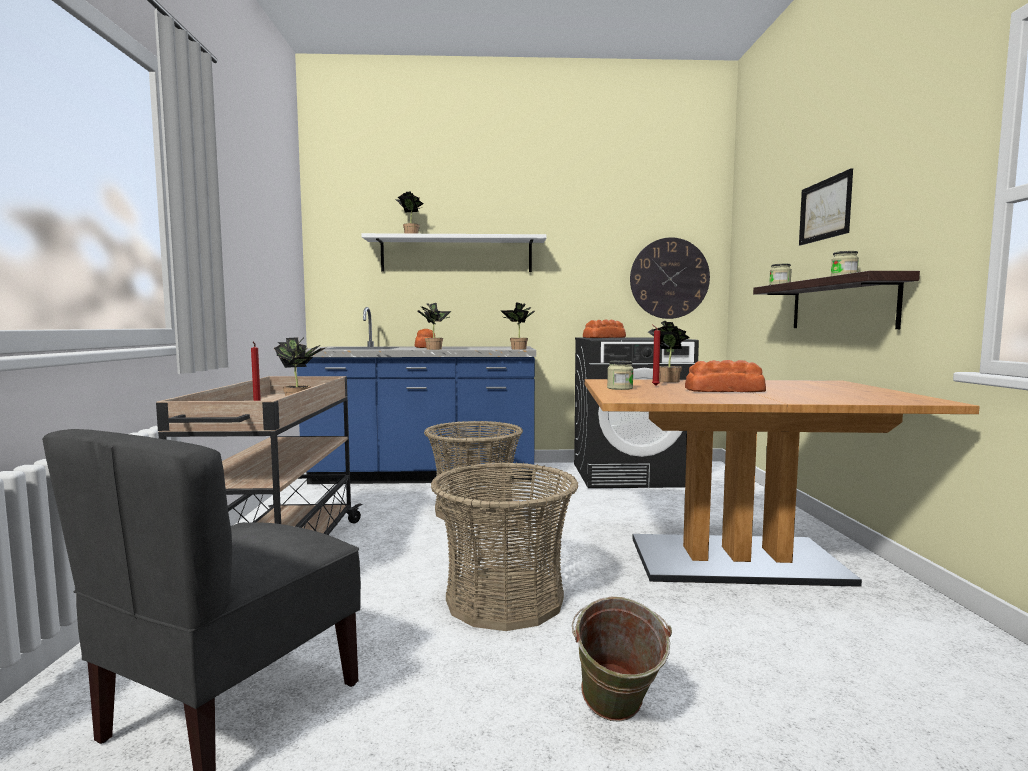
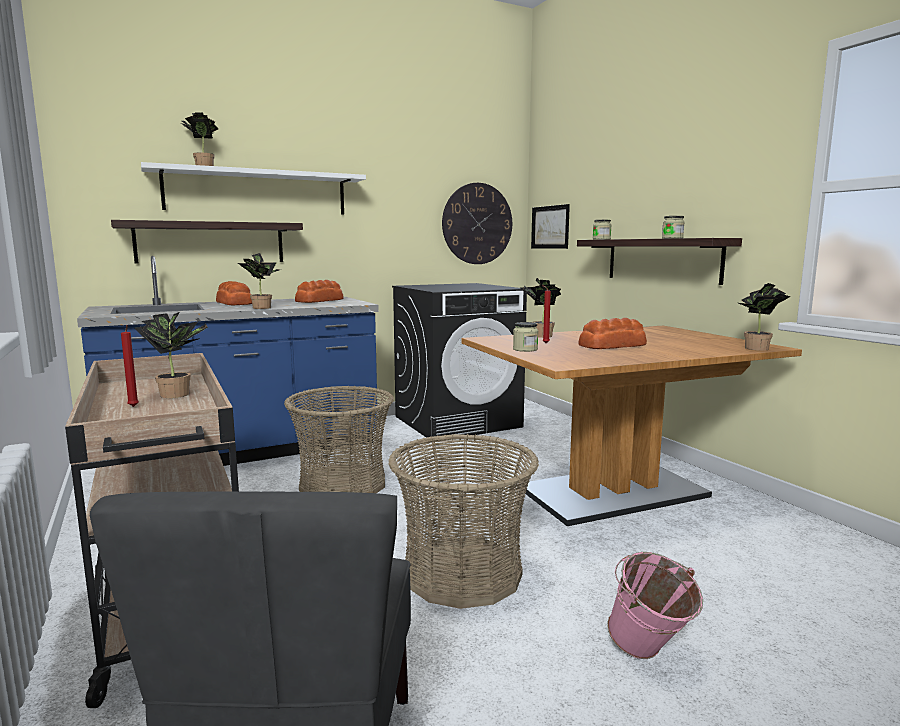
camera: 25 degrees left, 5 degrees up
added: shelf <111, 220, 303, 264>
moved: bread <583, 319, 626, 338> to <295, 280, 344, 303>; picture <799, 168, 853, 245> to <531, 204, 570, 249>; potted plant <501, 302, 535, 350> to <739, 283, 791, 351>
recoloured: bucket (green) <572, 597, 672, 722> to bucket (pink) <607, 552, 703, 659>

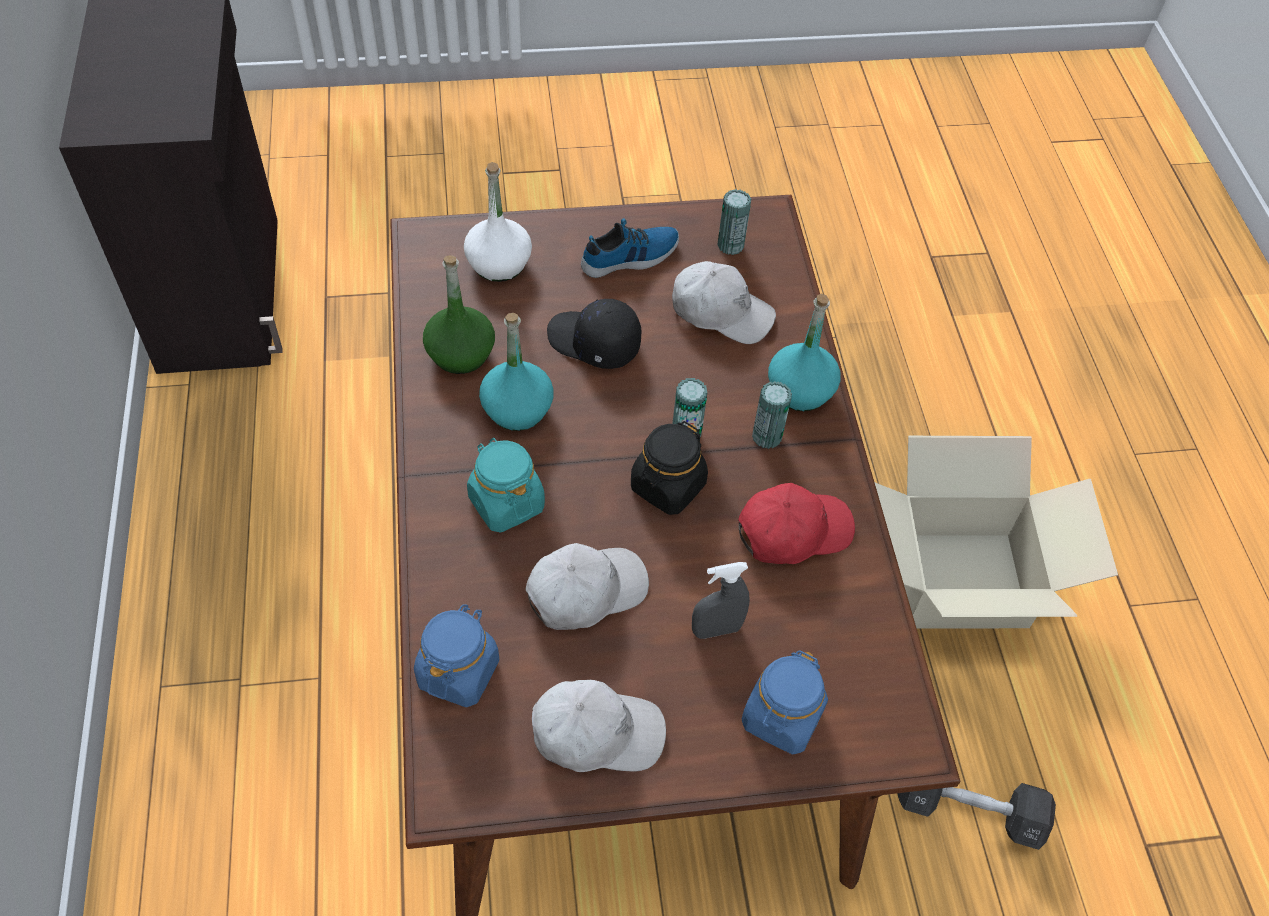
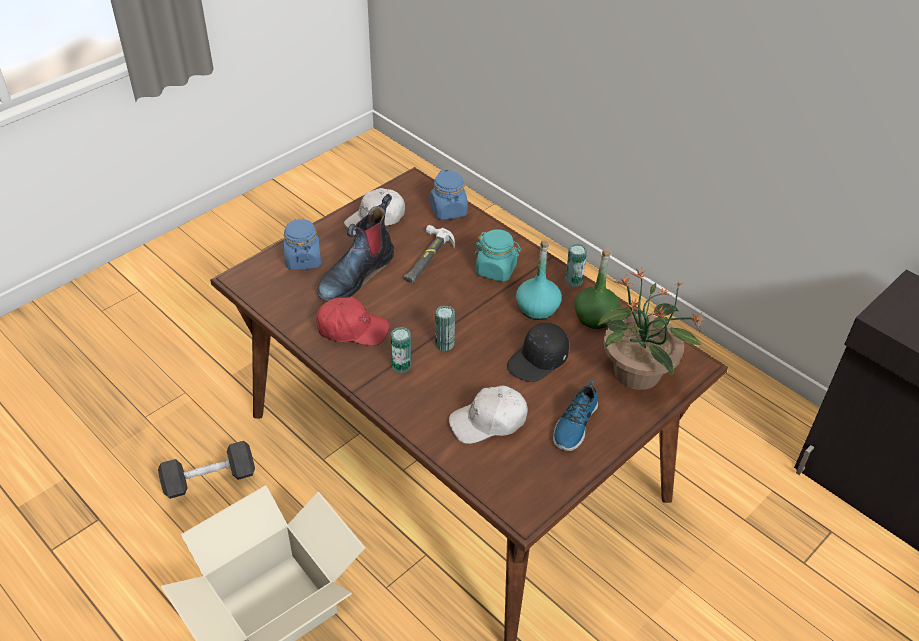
camera: 145 degrees right, 10 degrees down
removed: jar (black) <631, 421, 708, 515>; bottle (turquoise) <768, 294, 841, 411>
moved: can <717, 189, 751, 255> to <565, 243, 587, 287>
replaced: spray bottle (grey) <692, 562, 750, 639> to boot <317, 194, 394, 301>; cap (white) <525, 543, 649, 630> to hammer <404, 225, 455, 283>; bottle (white) <464, 162, 532, 282> to potted plant <598, 268, 707, 390>
turned: cap (red) <738, 483, 855, 564> = <317, 297, 389, 346> 120 degrees counterclockwise; cap (black) <547, 299, 641, 369> = <507, 323, 569, 382> 150 degrees clockwise

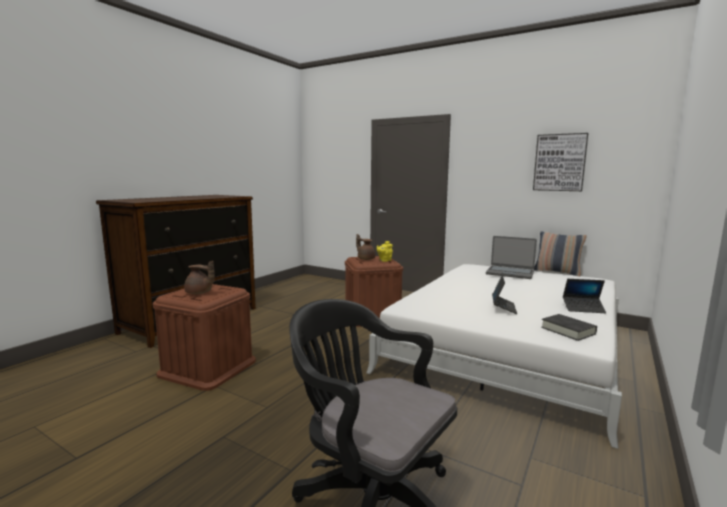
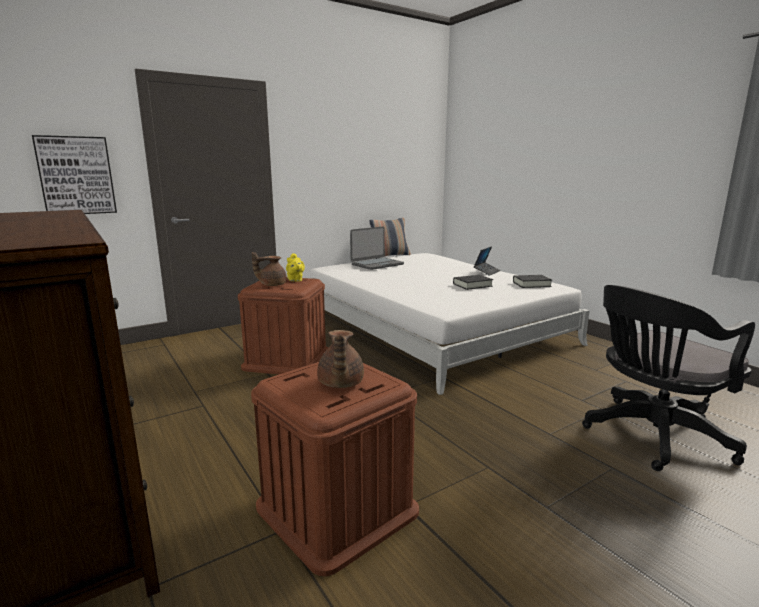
camera: 65 degrees left, 5 degrees up
moved: picture <533, 133, 588, 191> to <32, 135, 117, 214>
replaced: laptop <492, 275, 517, 314> to book (black) <453, 275, 493, 290>
turned: teapot (brown) <184, 261, 215, 294> = <317, 330, 364, 388> 135 degrees clockwise

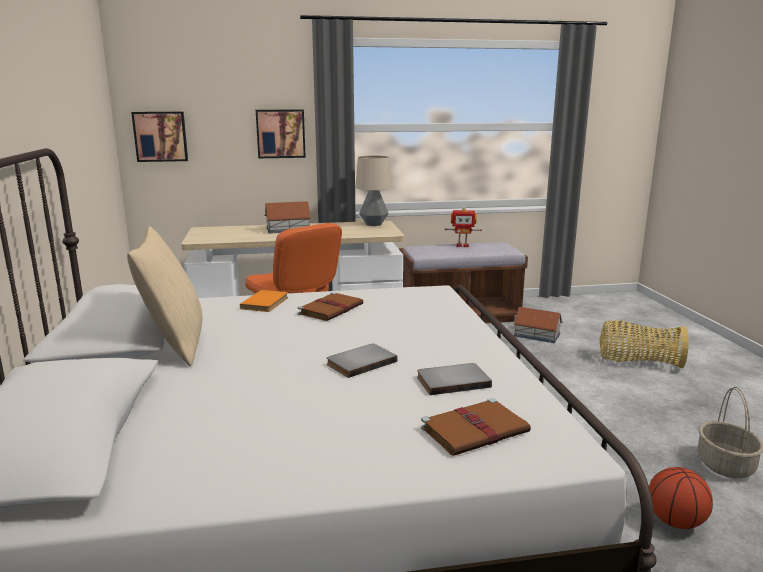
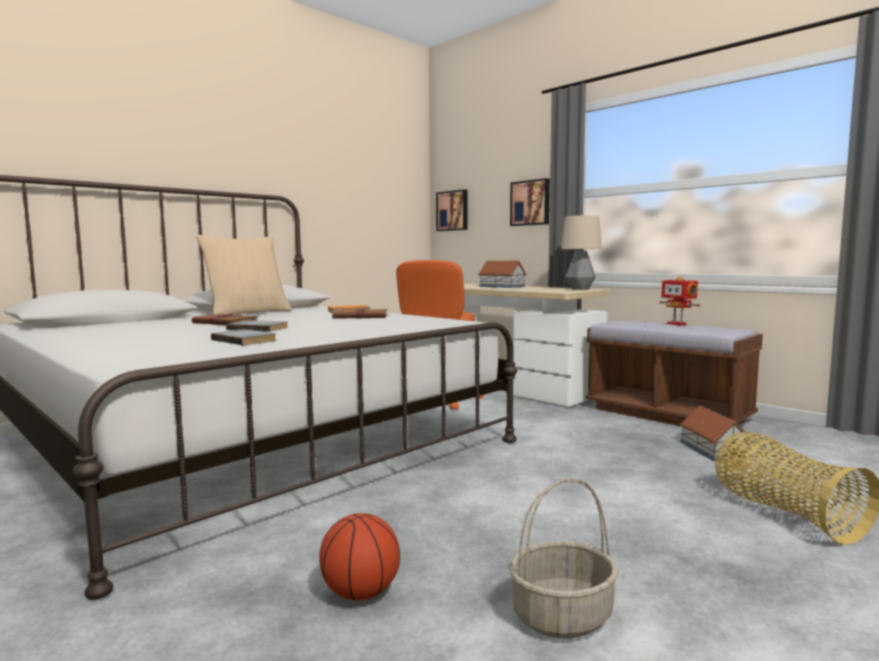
camera: 55 degrees right, 10 degrees down
moved: book (brown) <421, 398, 531, 456> to <192, 313, 260, 325>

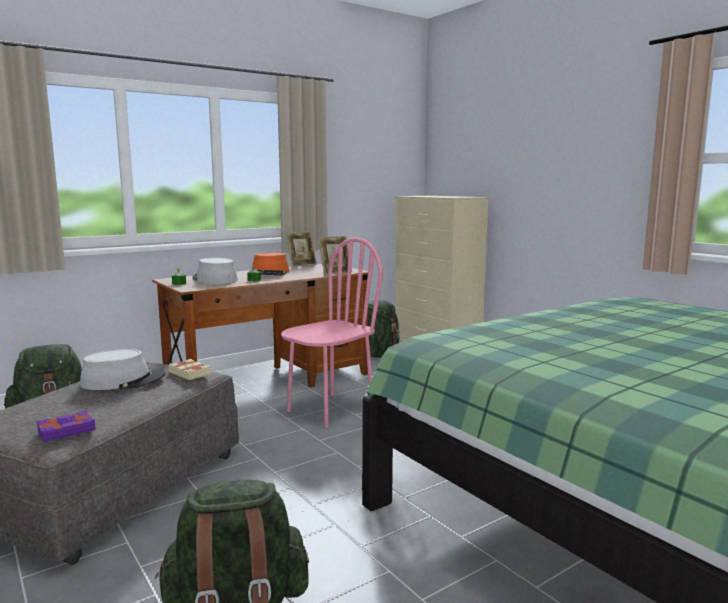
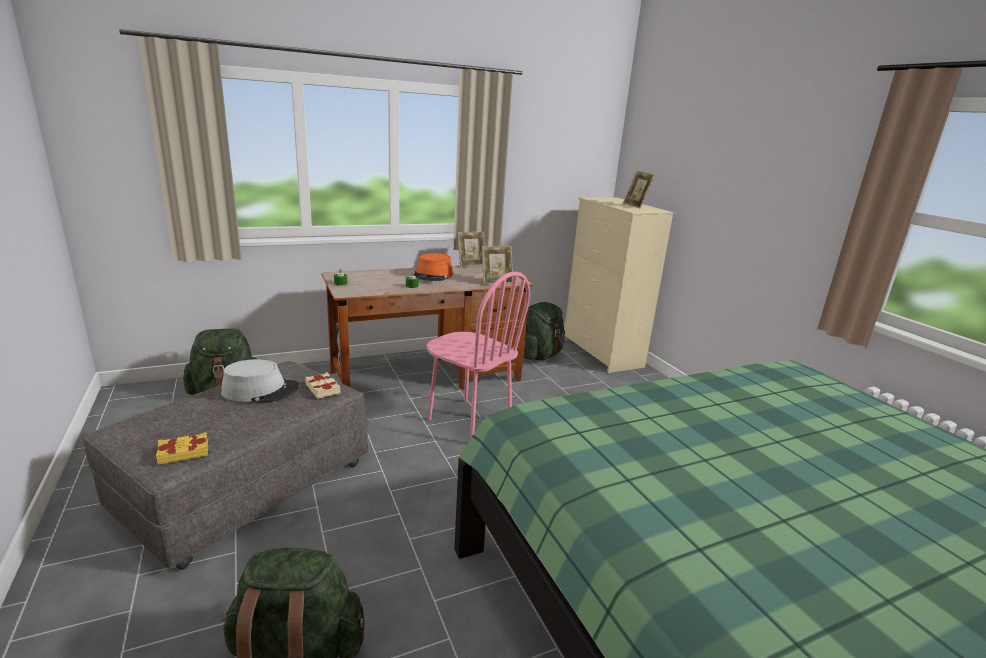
camera: 10 degrees right, 10 degrees up
removed: hat (grey) <192, 257, 238, 284>
added: picture frame <623, 171, 655, 209>
recoloured: book (purple) <36, 410, 96, 442> to book (yellow) <156, 432, 208, 465>
turned: chair (pink) <281, 237, 383, 428> = <427, 272, 530, 439> 75 degrees clockwise

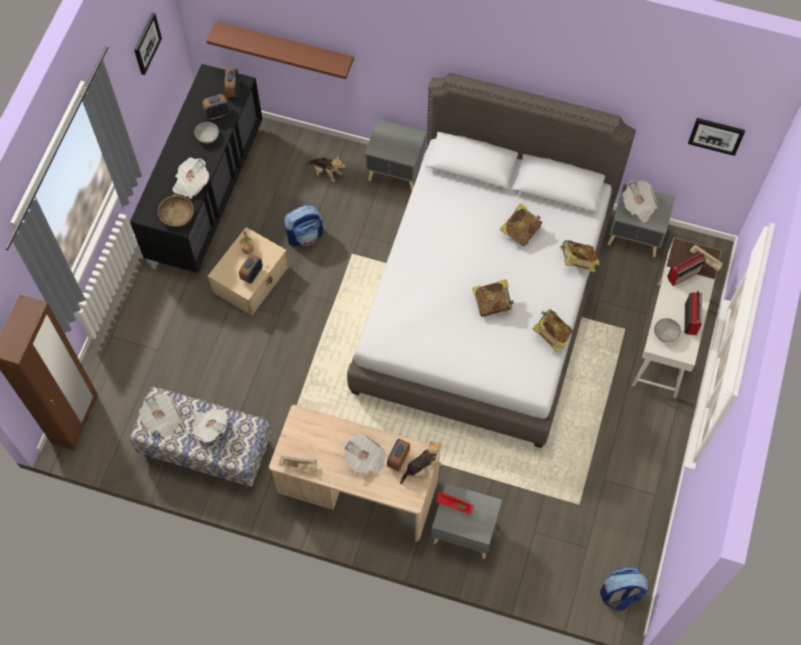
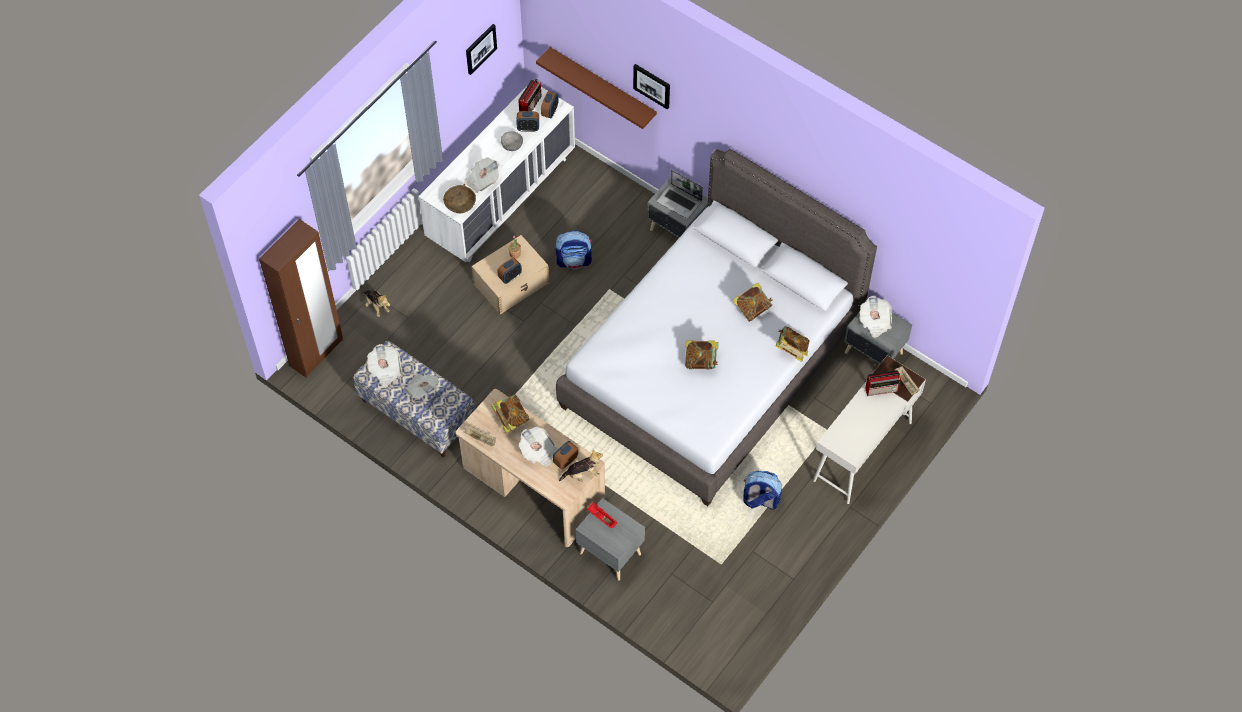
camera: 20 degrees right, 5 degrees down
removed: bowl (grey) <654, 318, 681, 342>
added: laptop <657, 170, 703, 219>
moved: plush toy <306, 156, 345, 182> to <363, 290, 390, 317>; book <533, 309, 573, 352> to <491, 394, 530, 434>; radio <684, 291, 702, 335> to <518, 79, 542, 112>; picture <688, 118, 745, 156> to <633, 64, 670, 109>; backpack <600, 568, 648, 611> to <743, 471, 782, 510>
recoloured: dresser (black) <130, 64, 262, 273> to dresser (white) <418, 85, 575, 262>

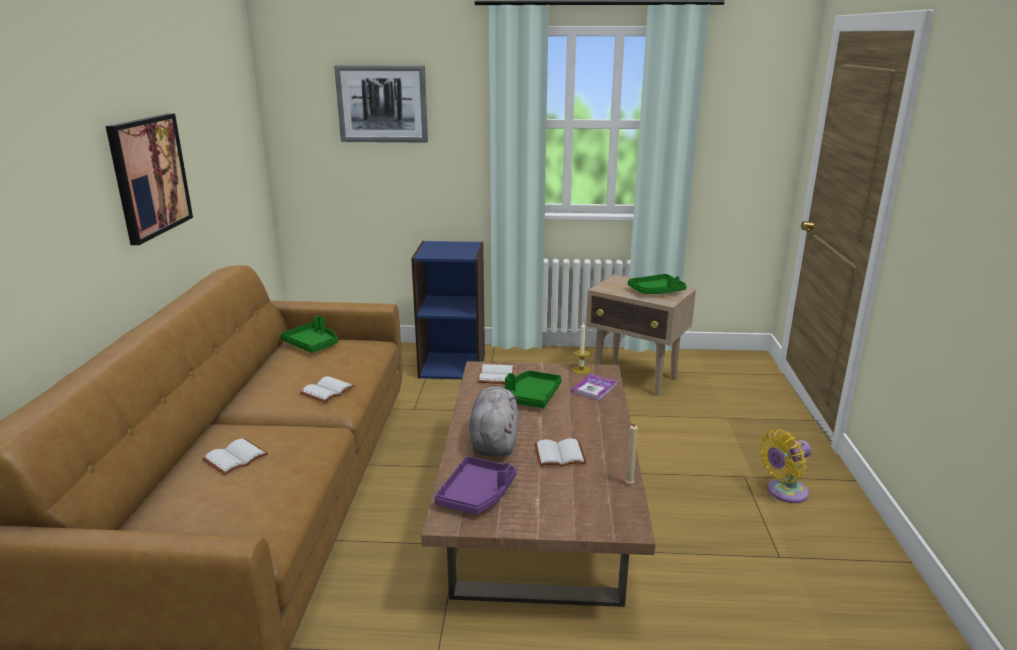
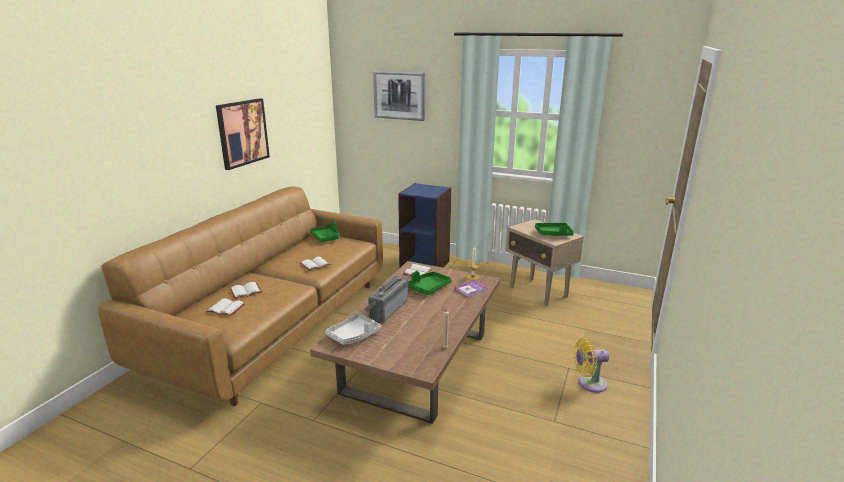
camera: 20 degrees right, 0 degrees up
moved: book (white) <534, 438, 587, 466> to <206, 299, 245, 316>
replaced: plush toy (grey) <469, 387, 518, 457> to radio <365, 276, 408, 323>
recoloured: tray (purple) <434, 456, 517, 514> to tray (grey) <326, 313, 381, 345>

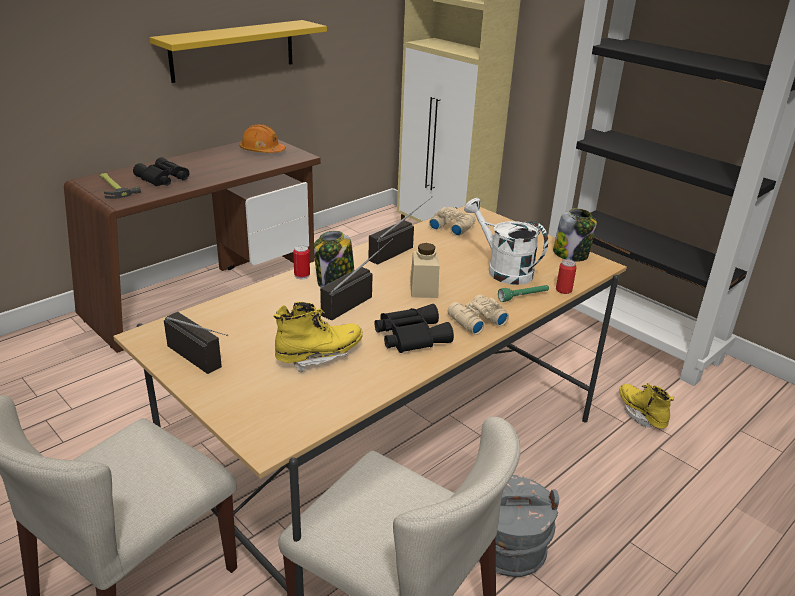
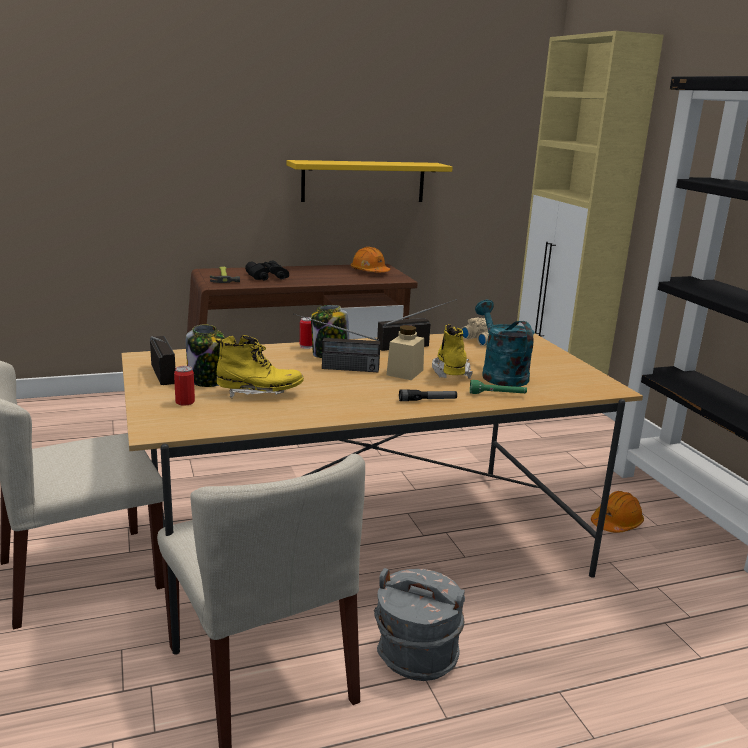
camera: 25 degrees right, 10 degrees down
removed: binoculars (black) <375, 304, 454, 353>
added: hard hat (orange) <591, 491, 644, 533>
moved: can <556, 259, 577, 294> to <174, 366, 195, 406>; jar <553, 208, 597, 262> to <186, 325, 225, 387>; boot (yellow) <619, 383, 674, 428> to <432, 324, 473, 378>
replaced: binoculars (beige) <447, 294, 509, 335> to flashlight <399, 389, 457, 401>
recoloured: watering can (white) <464, 198, 548, 285> to watering can (turquoise) <475, 300, 535, 387>
turned: radio <320, 238, 393, 320> = <293, 313, 380, 372> 150 degrees counterclockwise

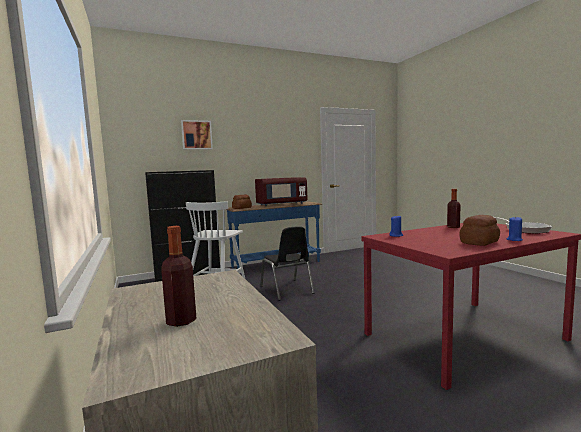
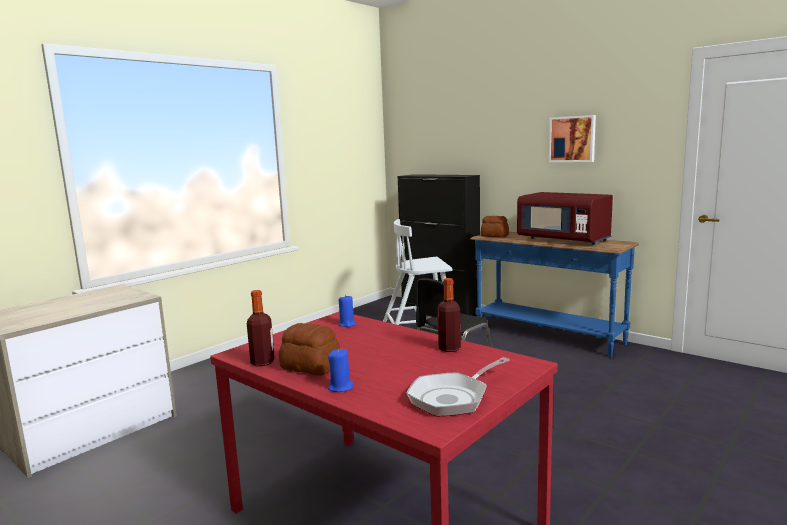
camera: 65 degrees right, 5 degrees up
moved: bottle <161, 226, 196, 327> to <247, 290, 275, 366>; picture <181, 120, 213, 150> to <549, 115, 596, 162>

